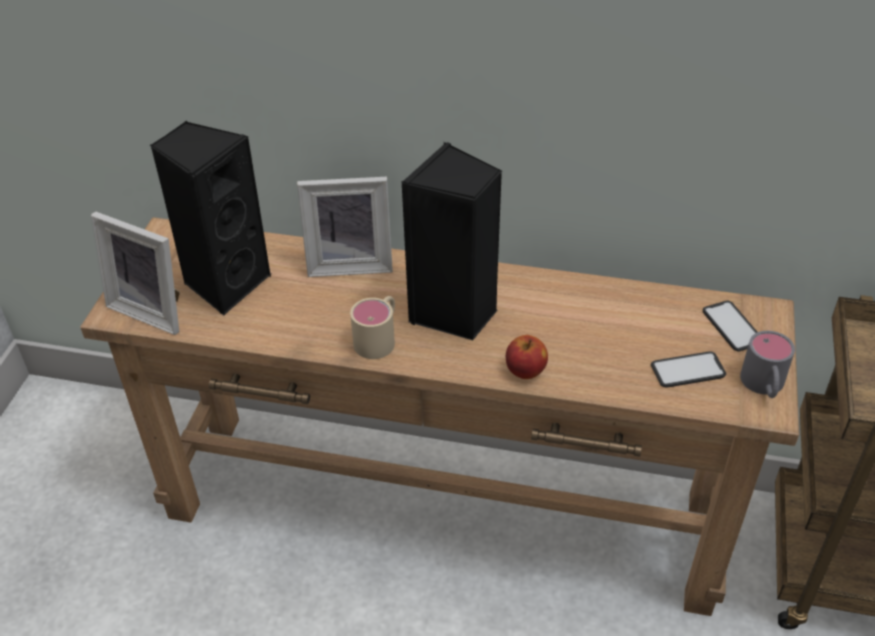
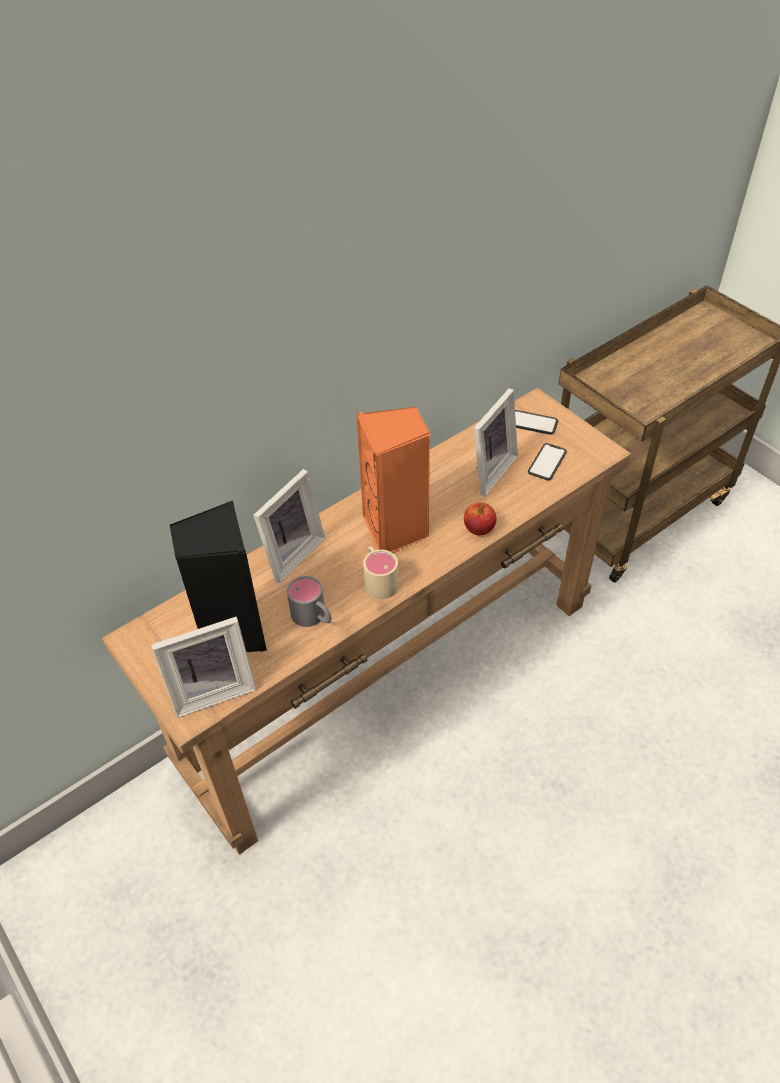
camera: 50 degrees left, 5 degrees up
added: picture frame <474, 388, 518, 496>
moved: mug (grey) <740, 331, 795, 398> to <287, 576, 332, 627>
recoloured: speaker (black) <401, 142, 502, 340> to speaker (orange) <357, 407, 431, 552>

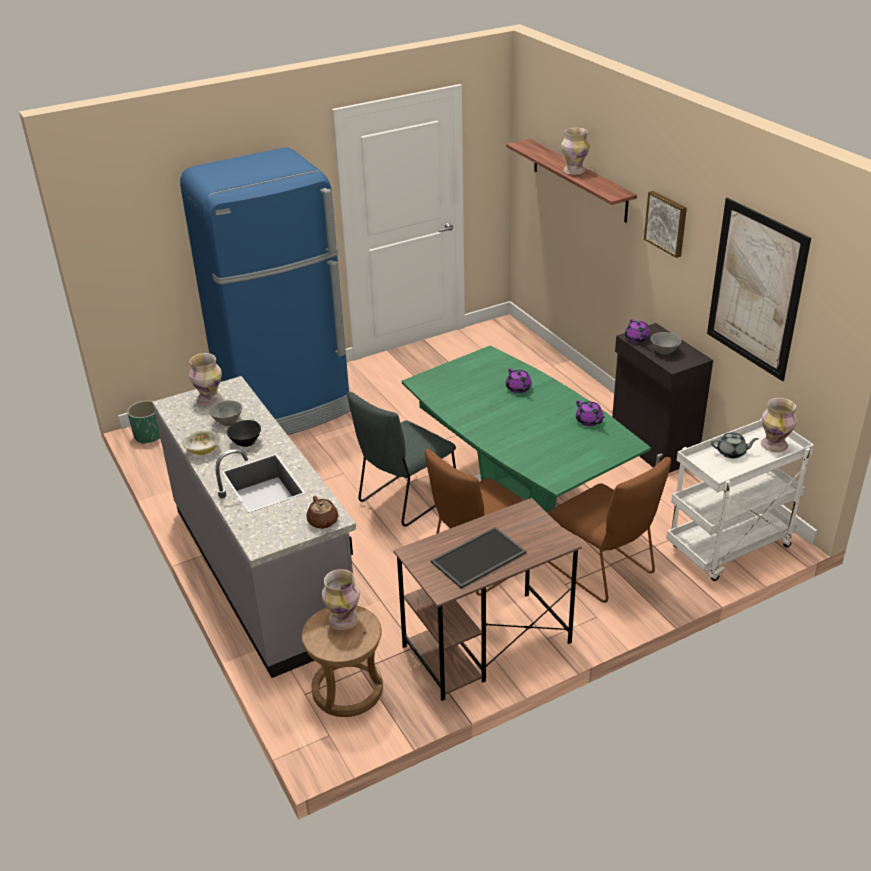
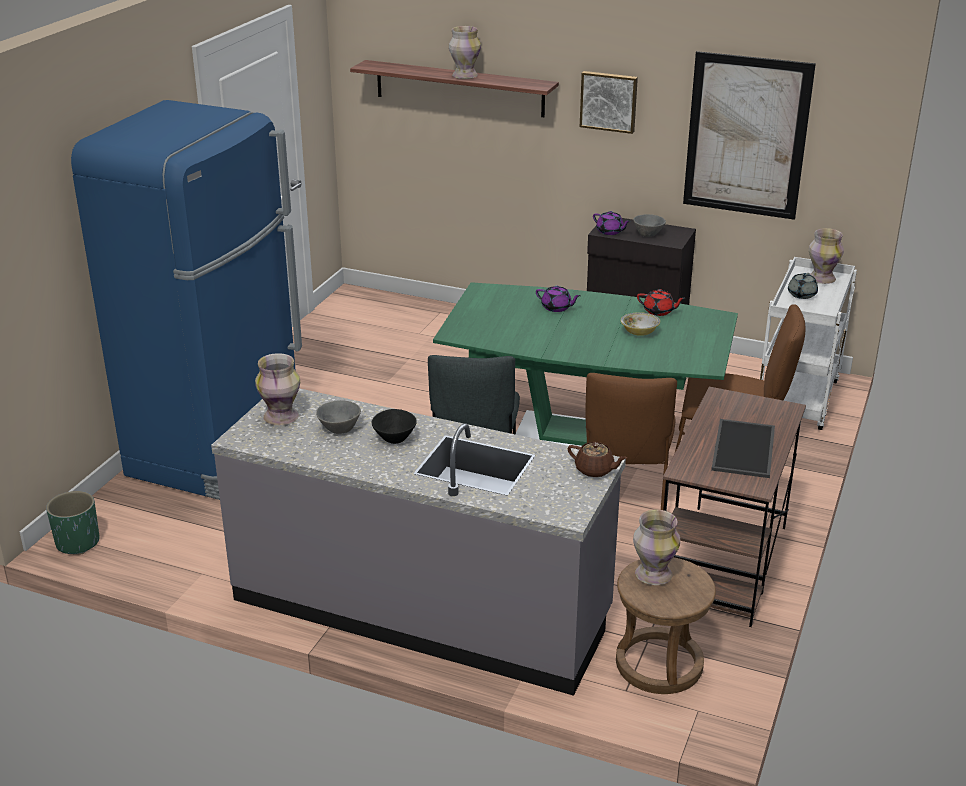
camera: 40 degrees left, 5 degrees down
moved: bowl <183, 431, 220, 455> to <621, 312, 660, 336>
recoloured: teapot (purple) <576, 400, 605, 426> to teapot (red) <637, 289, 685, 316>
turned: teapot (grey) <711, 432, 759, 458> = <788, 273, 818, 299> 150 degrees clockwise

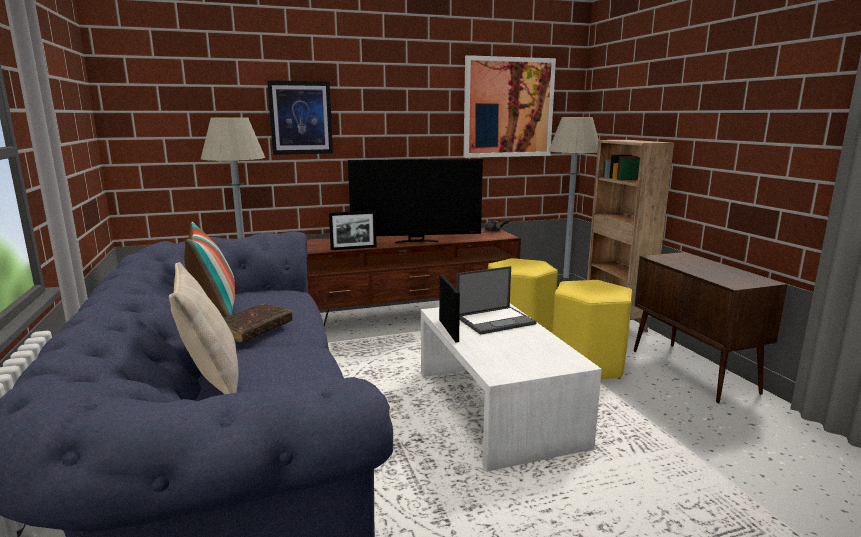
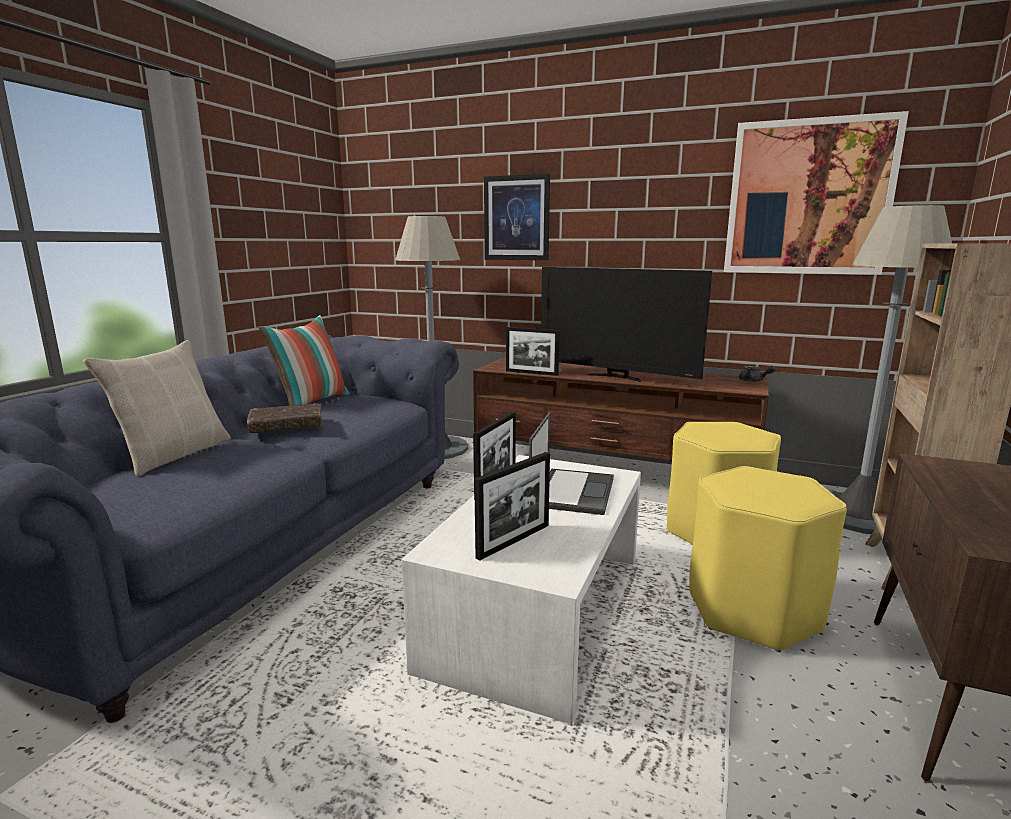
camera: 40 degrees right, 0 degrees up
added: picture frame <474, 452, 550, 561>
turned: laptop <457, 266, 537, 335> = <529, 412, 614, 515> 90 degrees counterclockwise

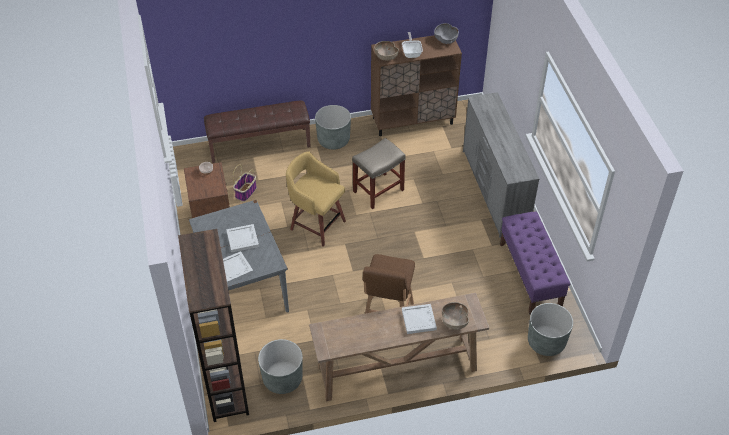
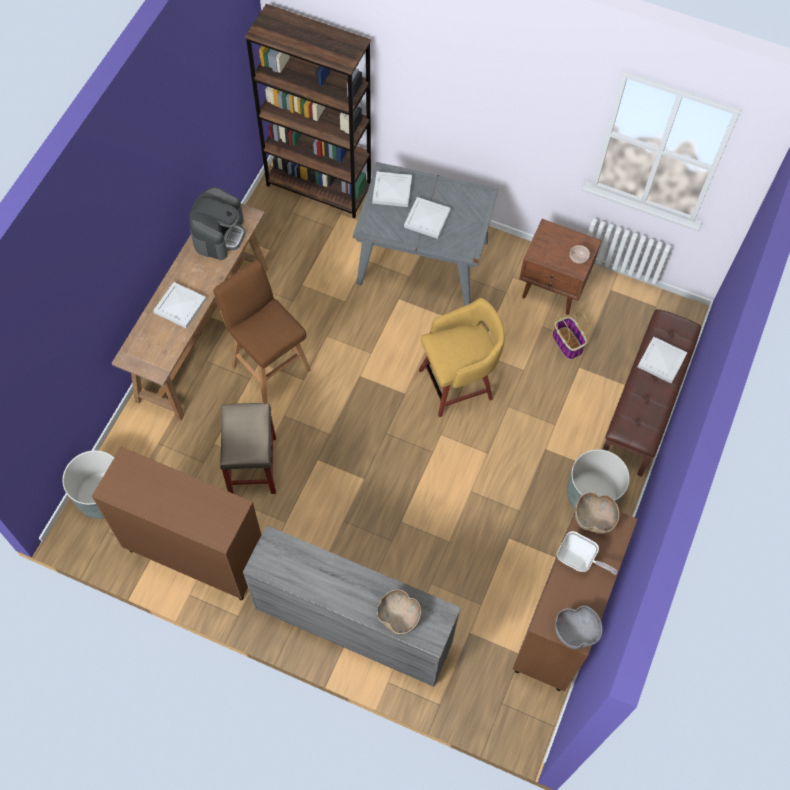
camera: 125 degrees right, 15 degrees up
removed: planter (grey) <258, 339, 303, 394>
added: coffee machine <189, 187, 245, 260>; tray (white) <638, 336, 687, 384>
moved: stool (beige) <352, 138, 406, 209> to <220, 403, 276, 494>; bowl (brown) <442, 302, 469, 330> to <377, 589, 421, 635>
replaced: bench (purple) <500, 212, 570, 315> to cabinet (brown) <92, 447, 261, 600>

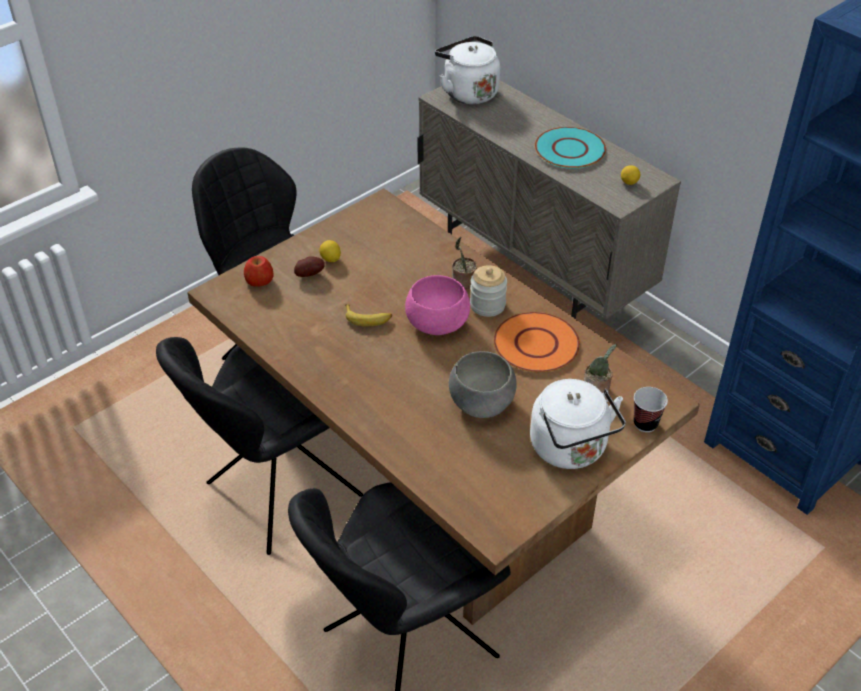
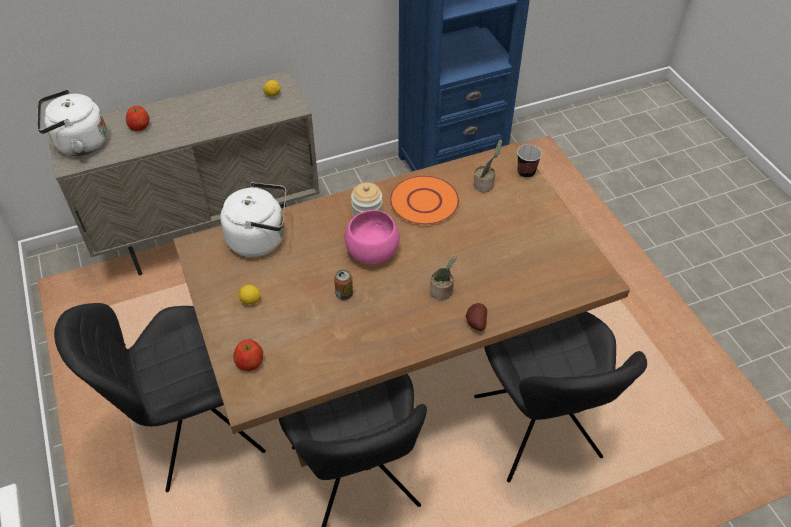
camera: 70 degrees left, 5 degrees up
removed: bowl (grey) <449, 351, 517, 418>; plate (turquoise) <535, 127, 606, 169>
added: apple <126, 106, 149, 131>
moved: kettle (white) <530, 379, 626, 469> to <220, 182, 286, 257>; potted plant <452, 237, 477, 289> to <430, 256, 456, 300>; potato <294, 256, 325, 277> to <466, 303, 487, 331>
replaced: banana <345, 304, 392, 326> to can <334, 270, 353, 300>

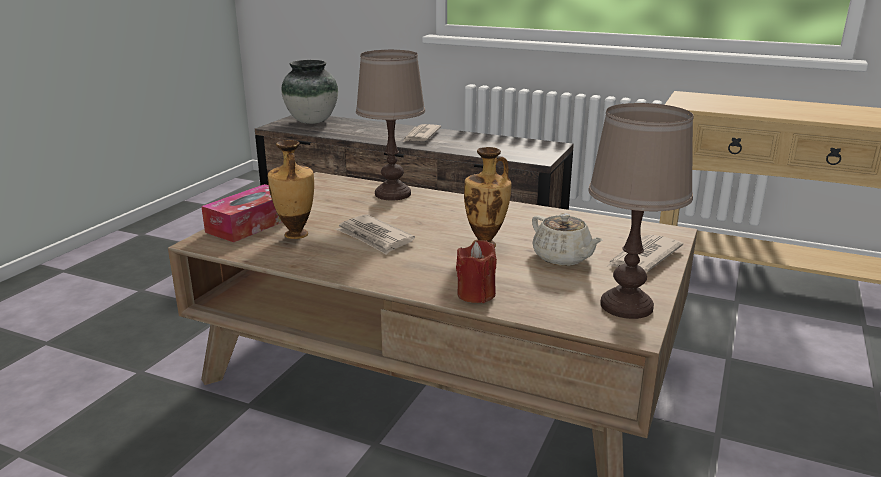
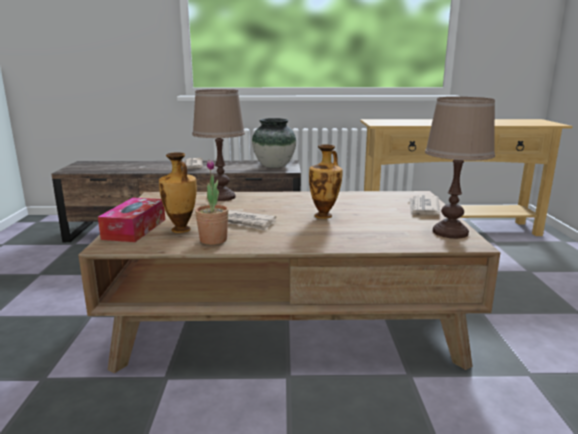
camera: 25 degrees left, 5 degrees down
removed: candle (red) <456, 240, 497, 303>; teapot (beige) <532, 213, 603, 266>
added: potted plant <195, 159, 229, 245>
moved: vase <281, 60, 338, 124> to <252, 118, 296, 168>

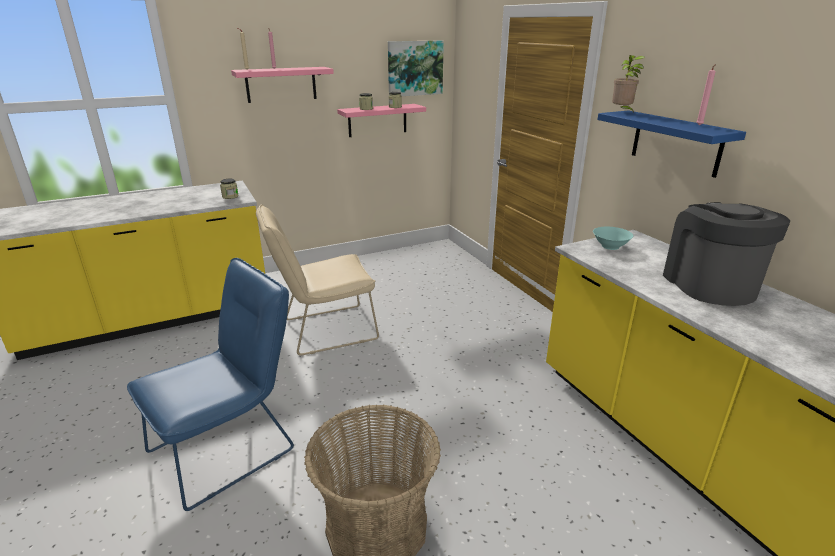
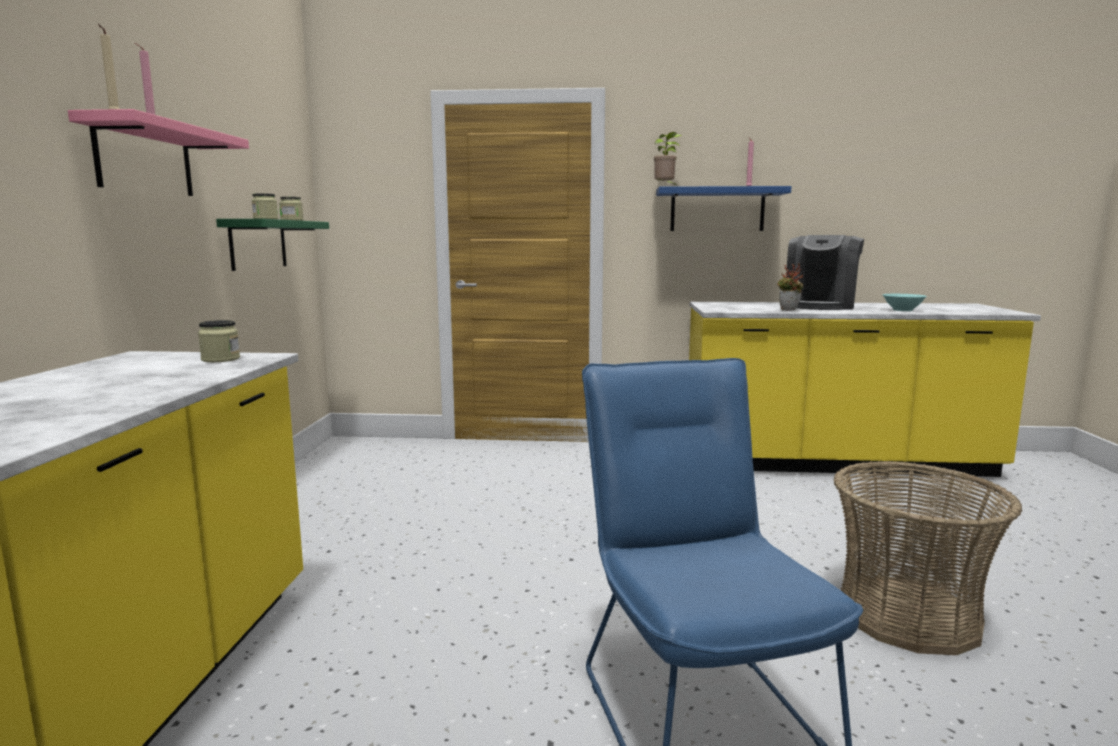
camera: 60 degrees left, 15 degrees down
removed: chair (beige) <256, 204, 379, 356>; picture <388, 40, 444, 96>
added: potted plant <777, 263, 803, 311>
moved: bowl (turquoise) <593, 227, 633, 250> to <883, 294, 927, 311>
recoloured: shelf (pink) <337, 104, 426, 137> to shelf (green) <216, 219, 329, 271>
turned: coffee machine <663, 202, 790, 306> = <786, 235, 864, 310> 90 degrees counterclockwise

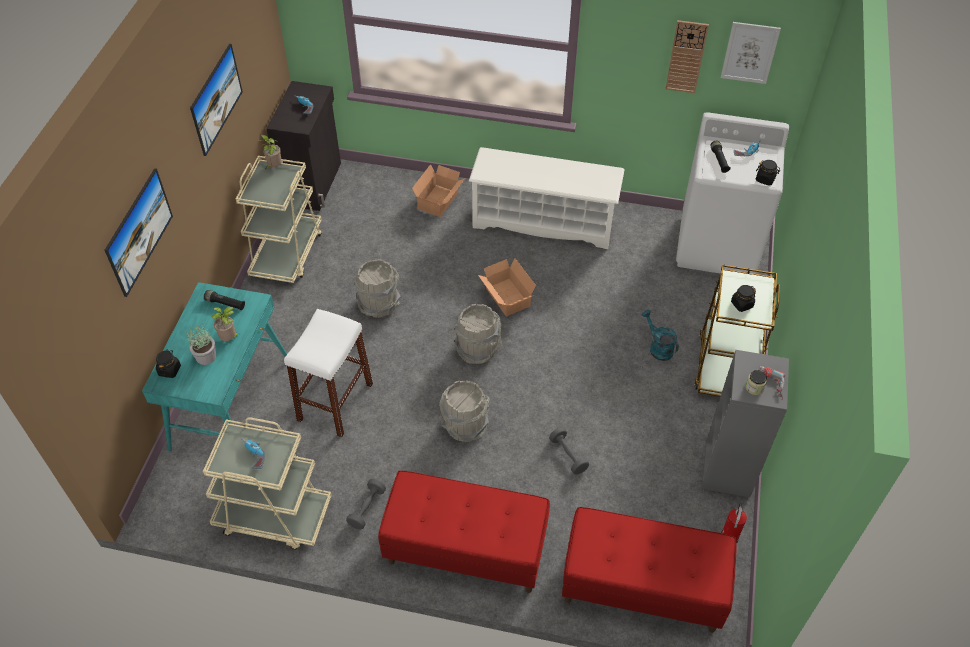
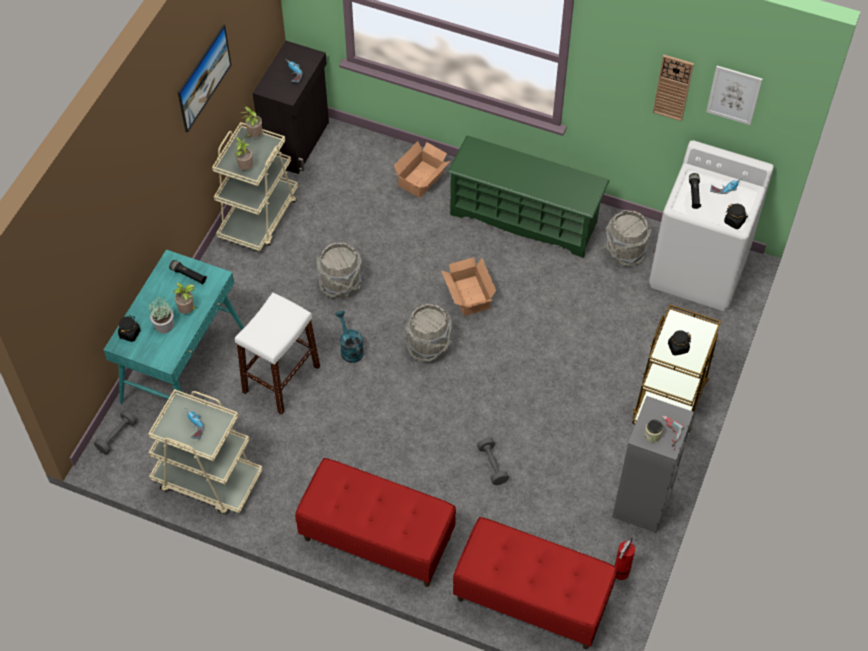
camera: 10 degrees right, 5 degrees up
removed: picture <105, 168, 173, 297>
added: potted plant <235, 136, 253, 170>
moved: dumbbell (grey) <346, 479, 386, 530> to <94, 410, 136, 454>; watering can (turquoise) <641, 310, 679, 361> to <335, 310, 364, 363>; bucket (grey) <439, 380, 489, 442> to <604, 210, 651, 267>
recoloured: shoe rack (white) <469, 147, 625, 249> to shoe rack (green) <448, 136, 609, 258>

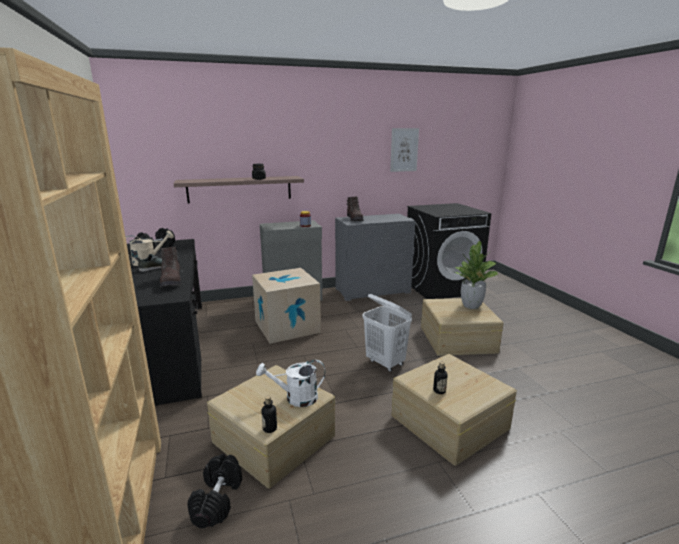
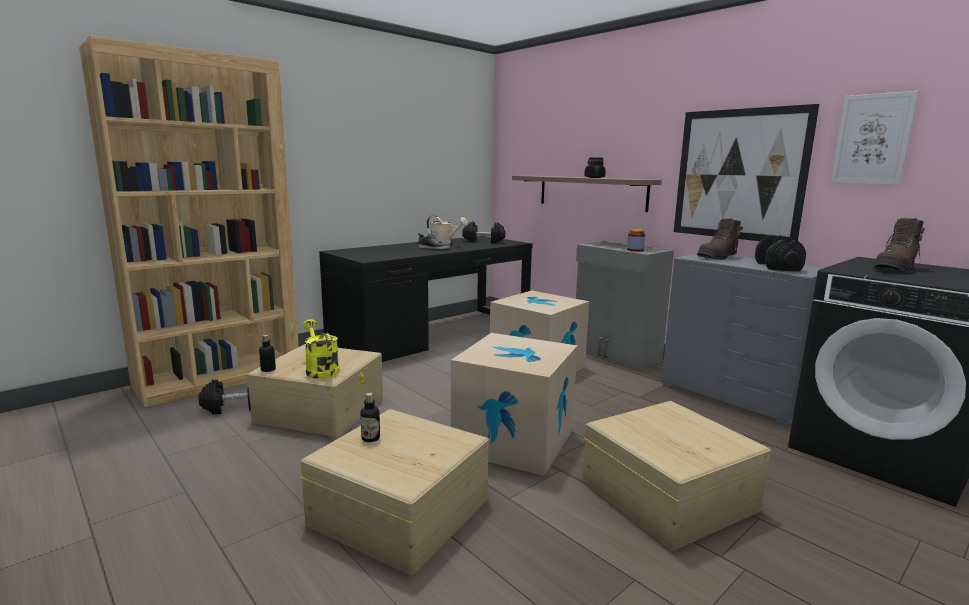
camera: 65 degrees right, 5 degrees down
removed: potted plant <455, 241, 498, 309>
added: picture <674, 104, 819, 242>; dumbbell (black) <755, 235, 806, 271>
moved: boot (brown) <160, 247, 183, 287> to <873, 218, 925, 273>
replaced: laundry basket (white) <363, 294, 412, 372> to cardboard box <451, 333, 577, 476>
recoloured: watering can (white) <256, 360, 325, 407> to watering can (yellow) <303, 319, 339, 379>

